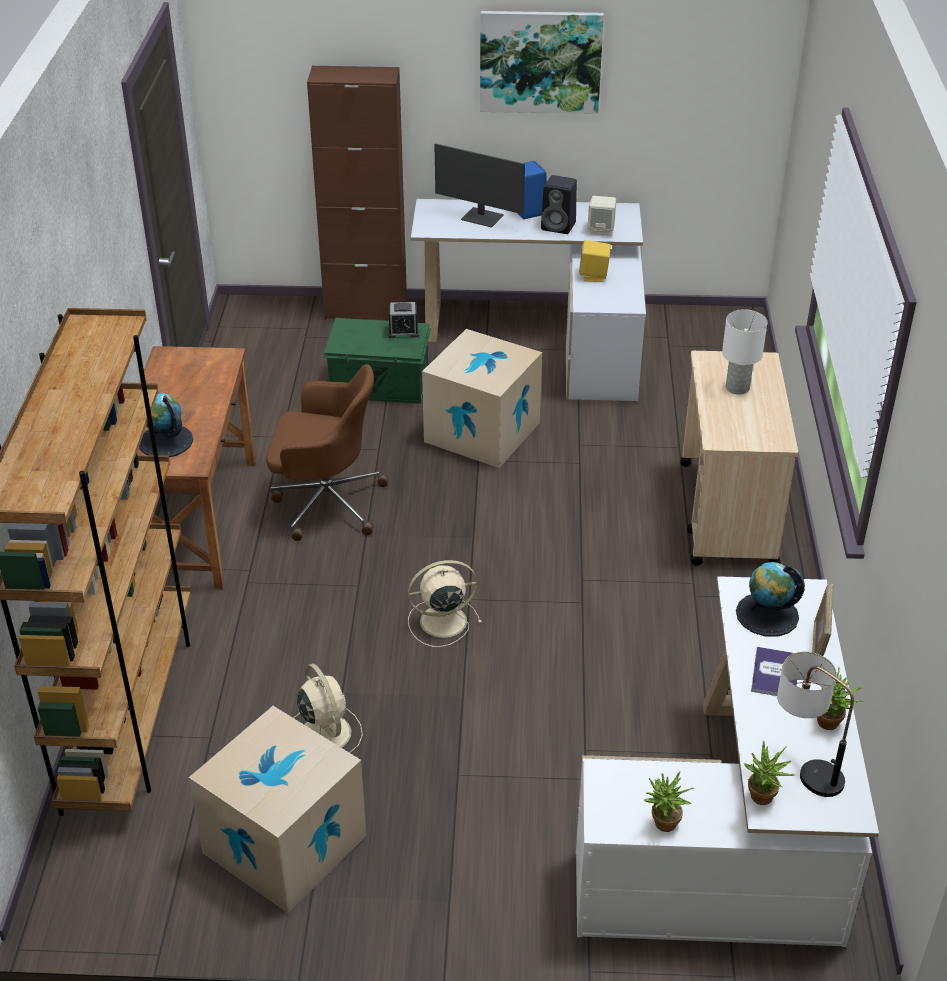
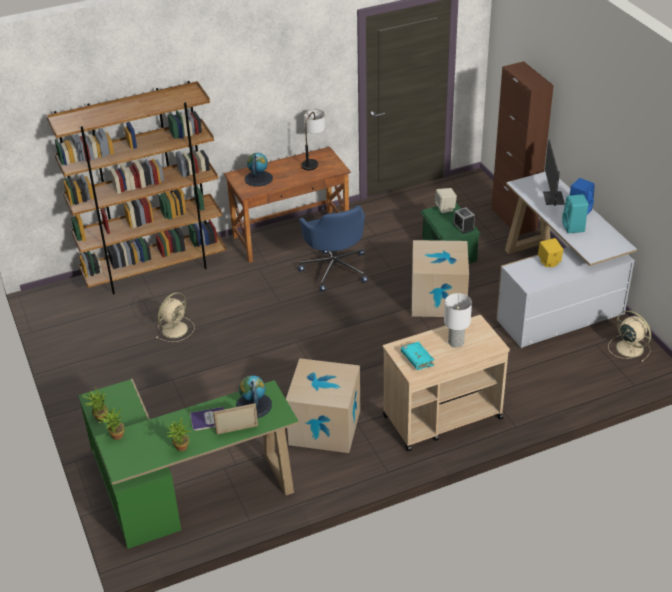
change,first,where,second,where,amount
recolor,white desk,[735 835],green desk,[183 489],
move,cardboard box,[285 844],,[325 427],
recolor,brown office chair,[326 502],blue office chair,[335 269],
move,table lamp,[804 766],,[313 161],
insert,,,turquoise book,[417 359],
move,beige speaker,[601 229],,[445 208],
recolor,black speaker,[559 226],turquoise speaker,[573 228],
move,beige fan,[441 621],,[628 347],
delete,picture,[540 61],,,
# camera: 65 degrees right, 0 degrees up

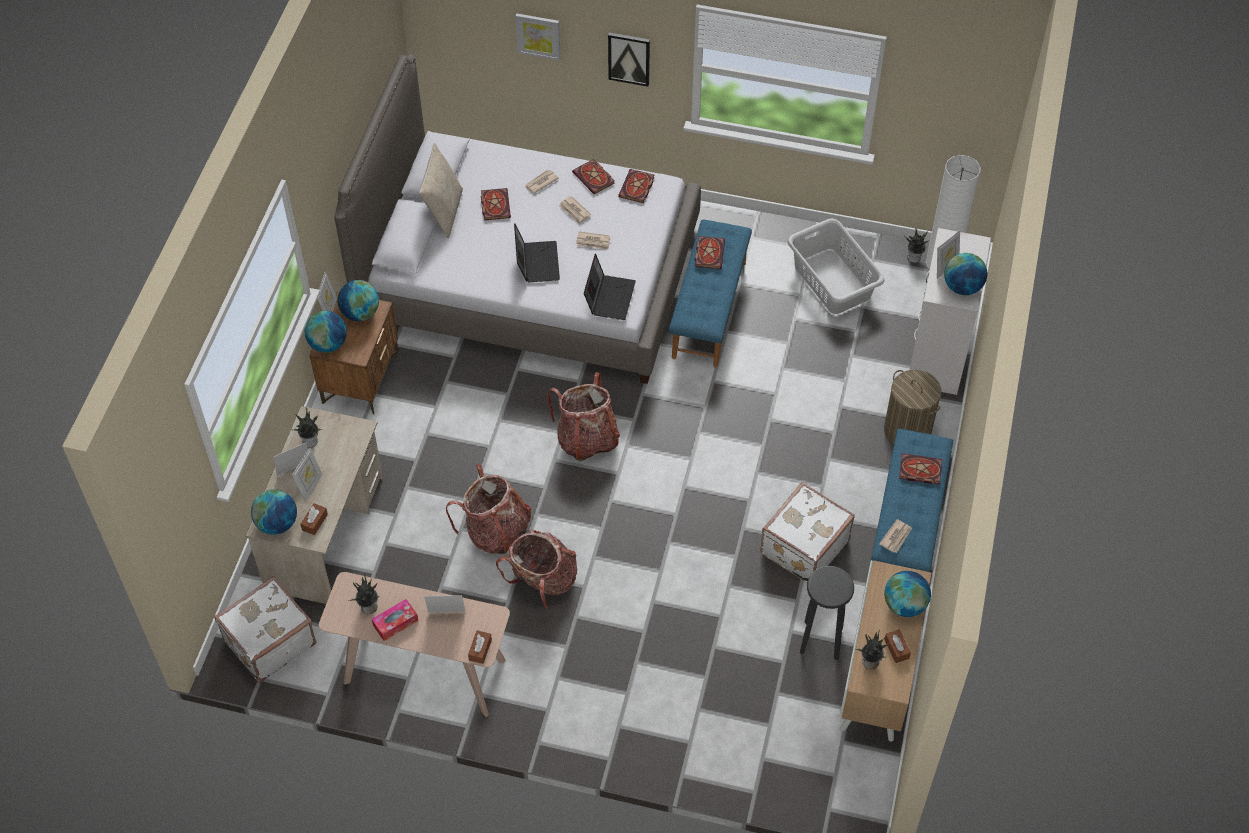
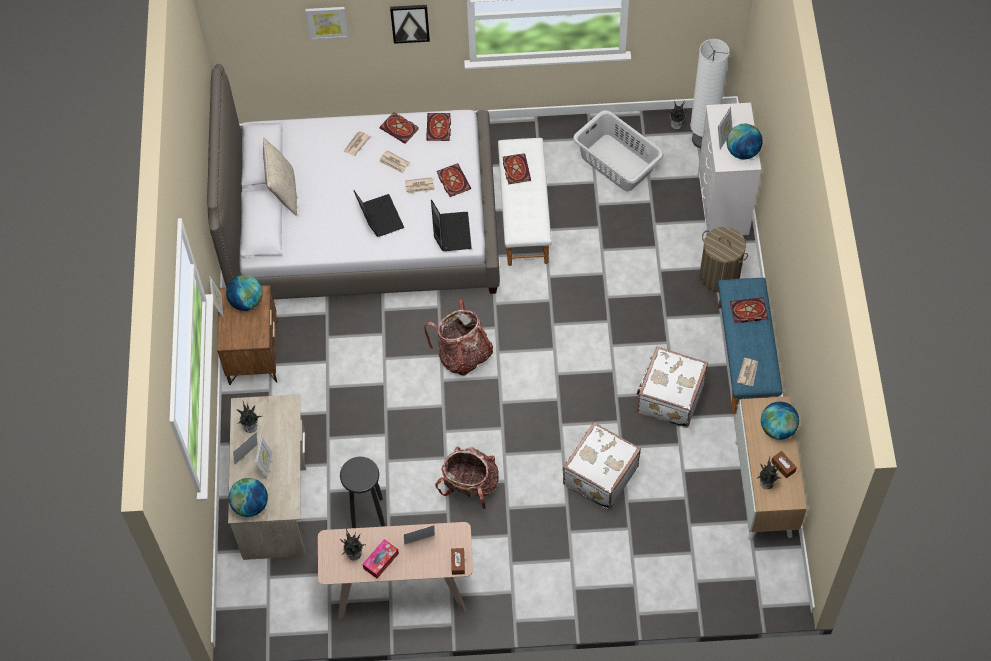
change,first,where,second,where,amount
move,black stool,[821 640],,[367 513],
move,book,[494 205],,[452 180],
recolor,blue bench,[708 309],white bench,[523 214],
move,white suitcase,[269 641],,[599 475],
delete,brown tissue box,[314 522],,,
delete,globe,[328 344],,,
delete,backpack,[495 531],,,
# camera: 15 degrees left, 5 degrees up

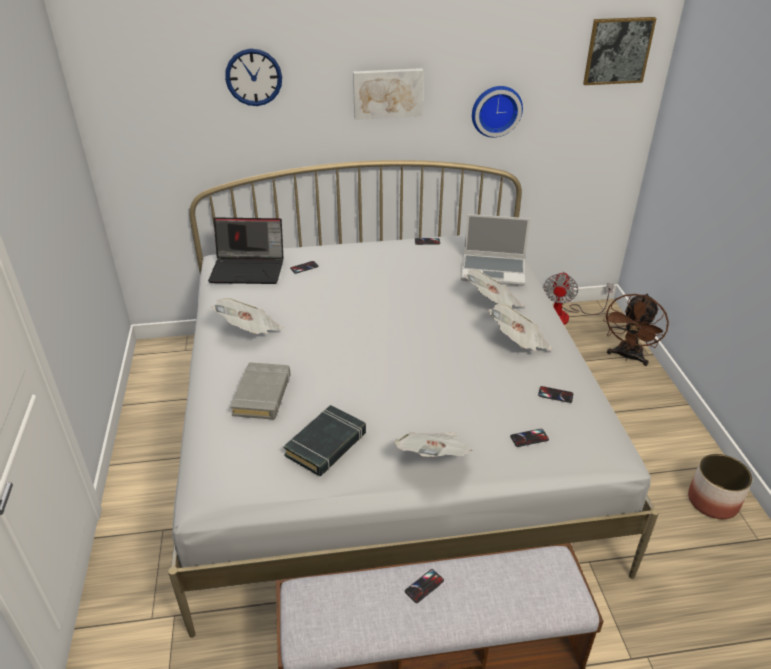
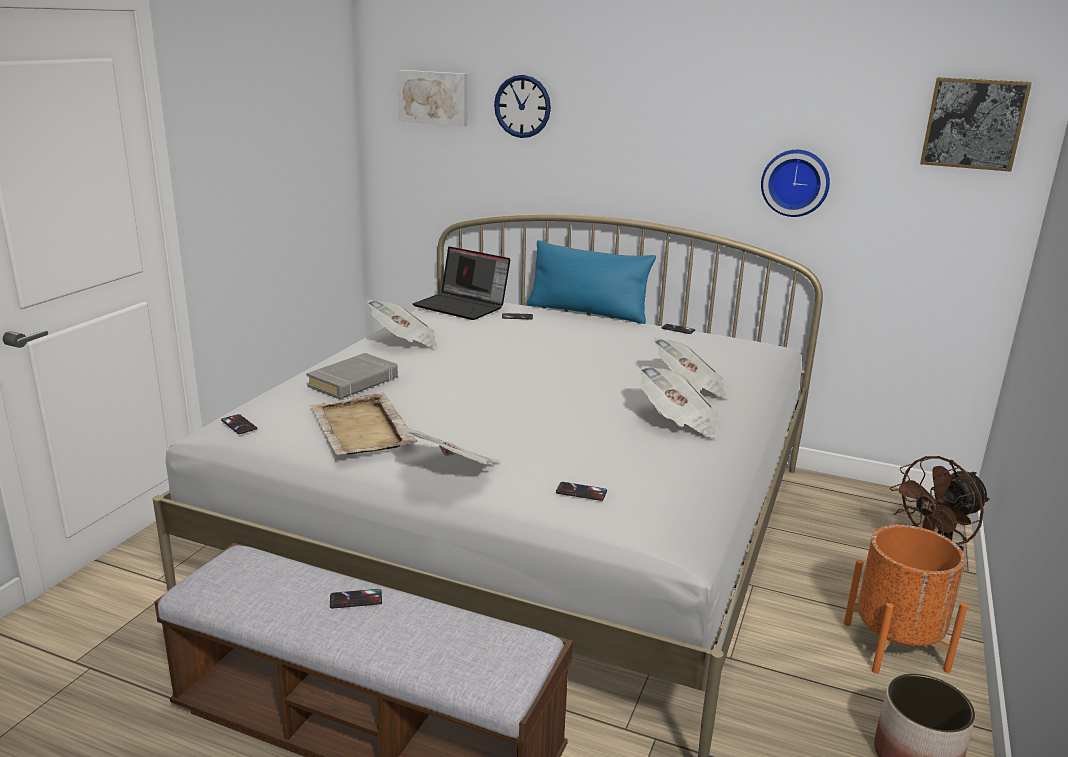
change,first,where,second,where,amount
move,phone,[555 394],,[239 424],
replace,black book,[326 444],beige tray,[362 429],
move,picture,[387 93],,[434 97],
insert,,,blue pillow,[587 312],
insert,,,orange planter,[895 646],
delete,laptop,[494 270],,,
delete,fan,[564 316],,,
# camera: 30 degrees right, 15 degrees down

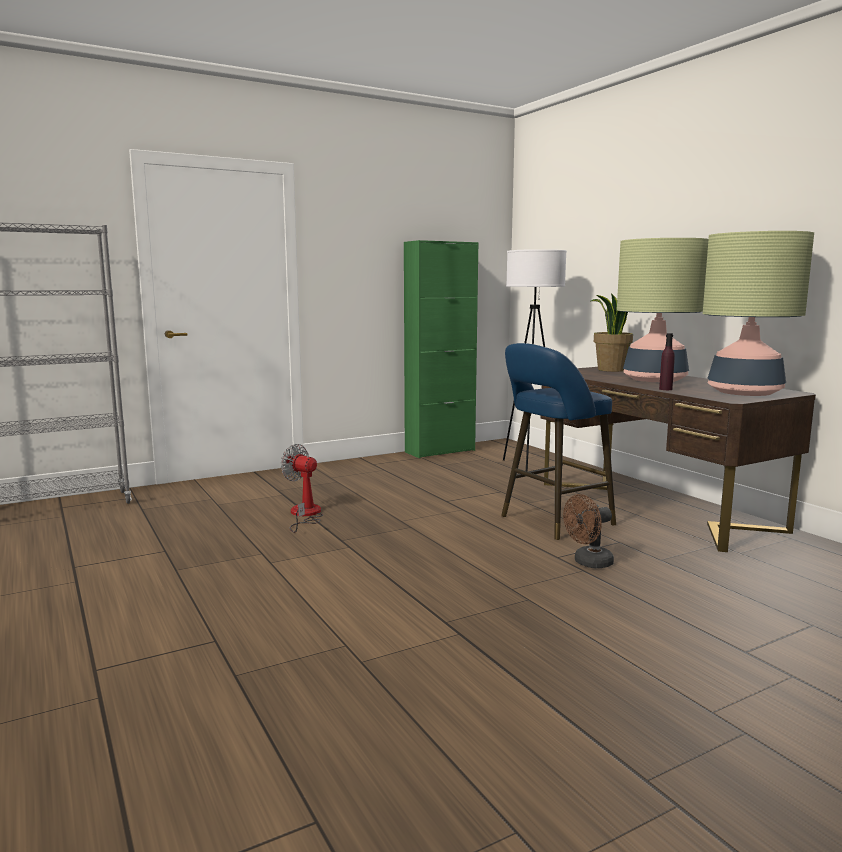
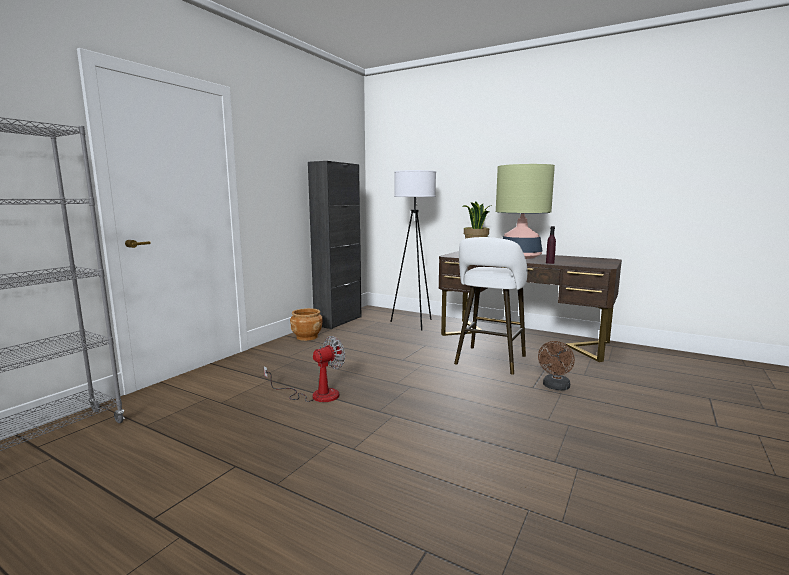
change,first,where,second,where,amount
rotate,fan,[304 515],,[315 395],135 degrees clockwise
insert,,,brown planter,[307 337],
recolor,green cabinet,[440 451],black cabinet,[338 321],
recolor,blue stool,[552 521],white stool,[489 361],
delete,table lamp,[744 392],,,
# camera: 30 degrees left, 0 degrees up

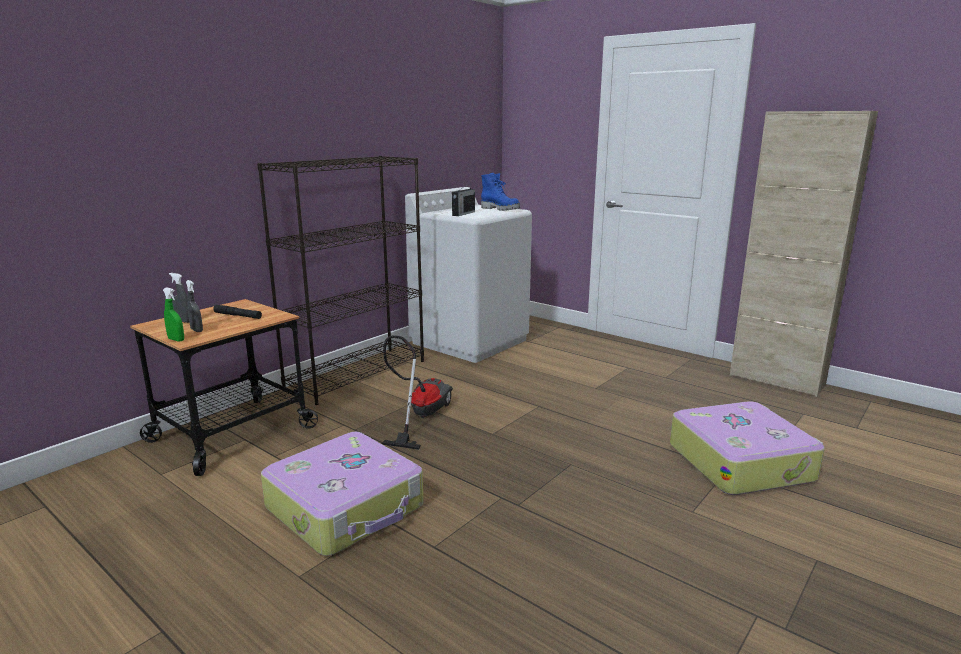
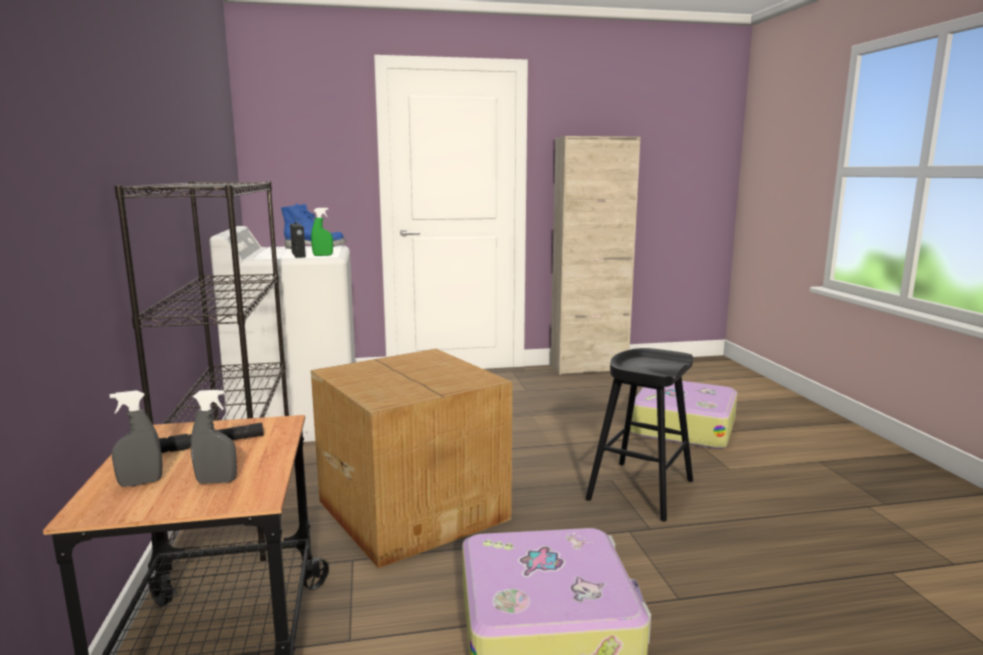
change,first,where,second,where,amount
move,green spray bottle,[176 340],,[323 255],
replace,vacuum cleaner,[419 416],cardboard box,[413 508],
insert,,,black stool,[640 490],
# camera: 50 degrees left, 5 degrees down

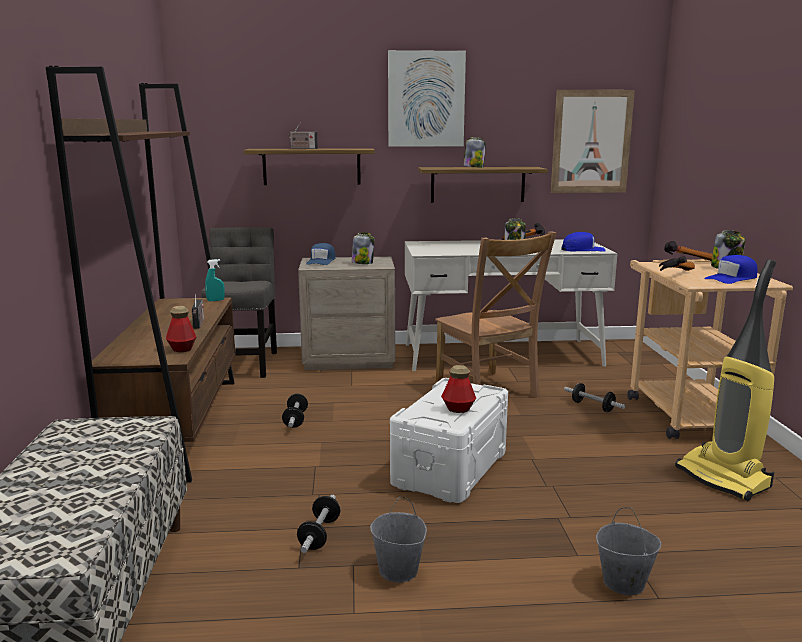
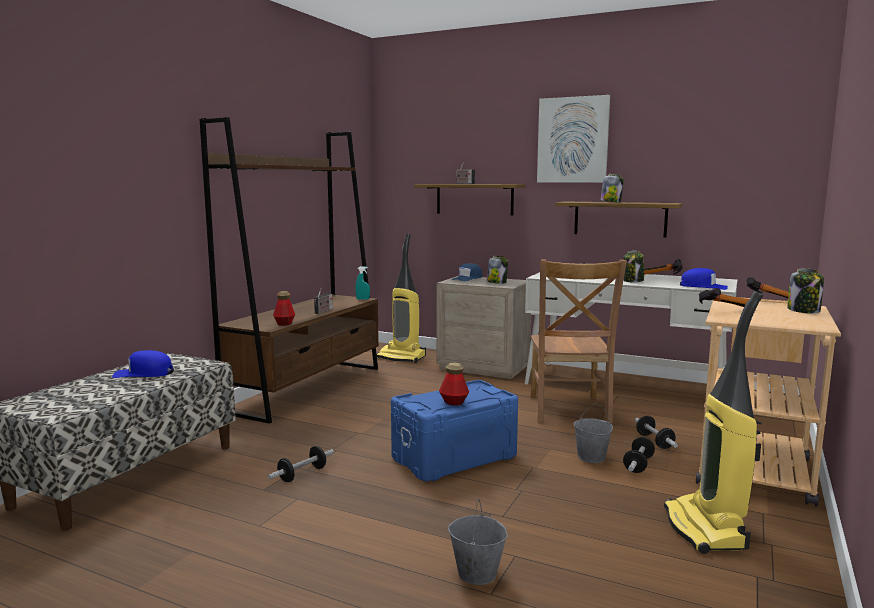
change,first,where,second,where,amount
move,blue cap,[732 278],,[144 373],
replace,grey chair,[244 363],vacuum cleaner,[402 357],
recolor,white storage box,[449 468],blue storage box,[453 457],
move,grey bucket,[399 571],,[591 457],
move,dumbbell,[295 420],,[638 465],
delete,picture,[591 142],,,
# camera: 30 degrees right, 5 degrees down

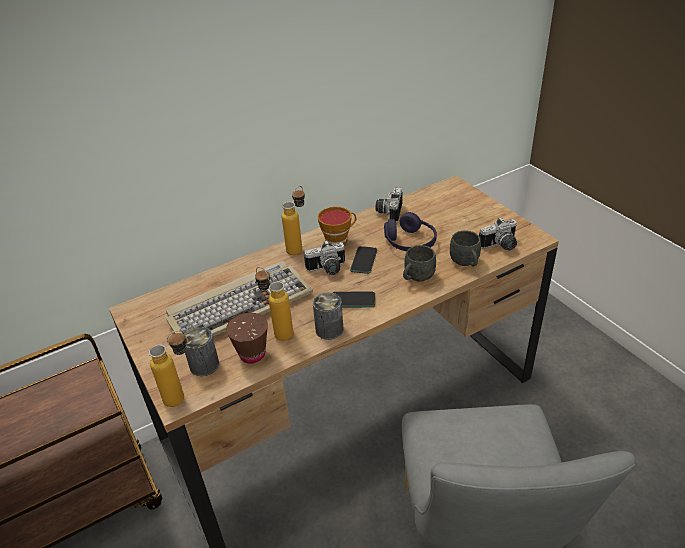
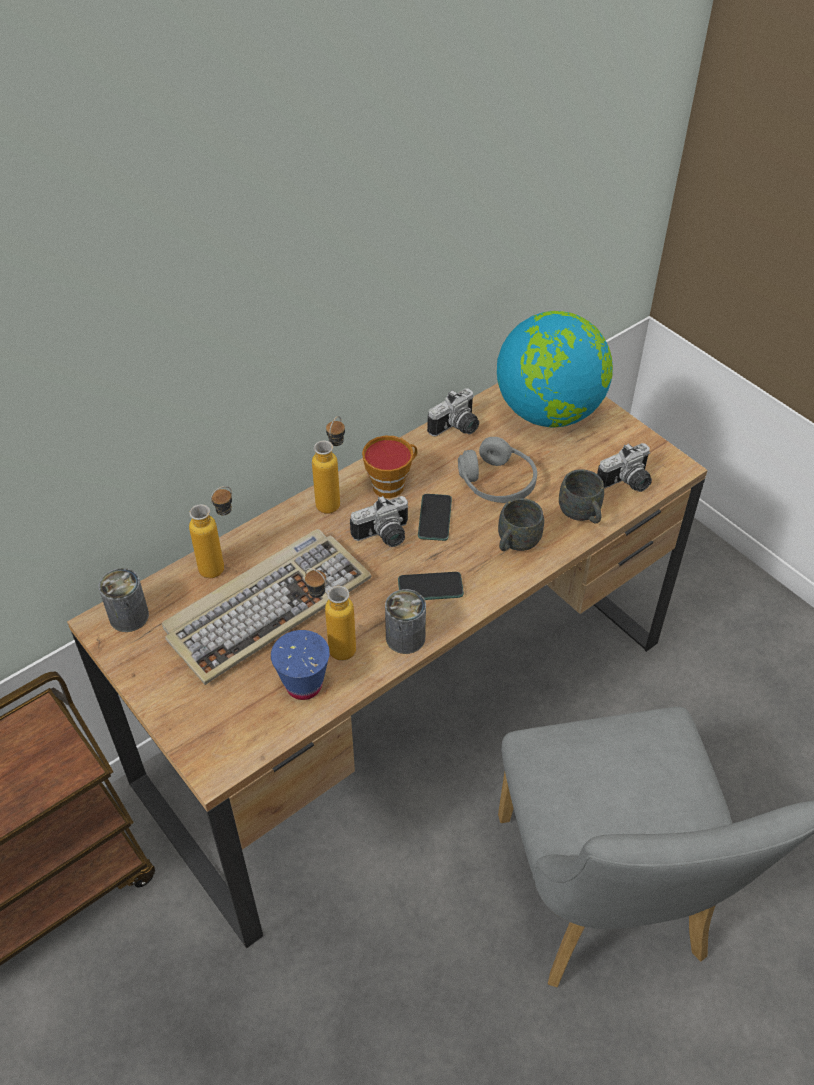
change,first,where,second,where,amount
move,can,[204 365],,[129 616],
move,bottle,[182 396],,[221 565],
recolor,brown cup,[252 354],blue cup,[304 685],
rotate,photo camera,[388 212],,[457 428],135 degrees counterclockwise
recolor,purple headphones,[410 242],grey headphones,[497 483],
insert,,,globe,[549 412],
# camera: 10 degrees left, 10 degrees up

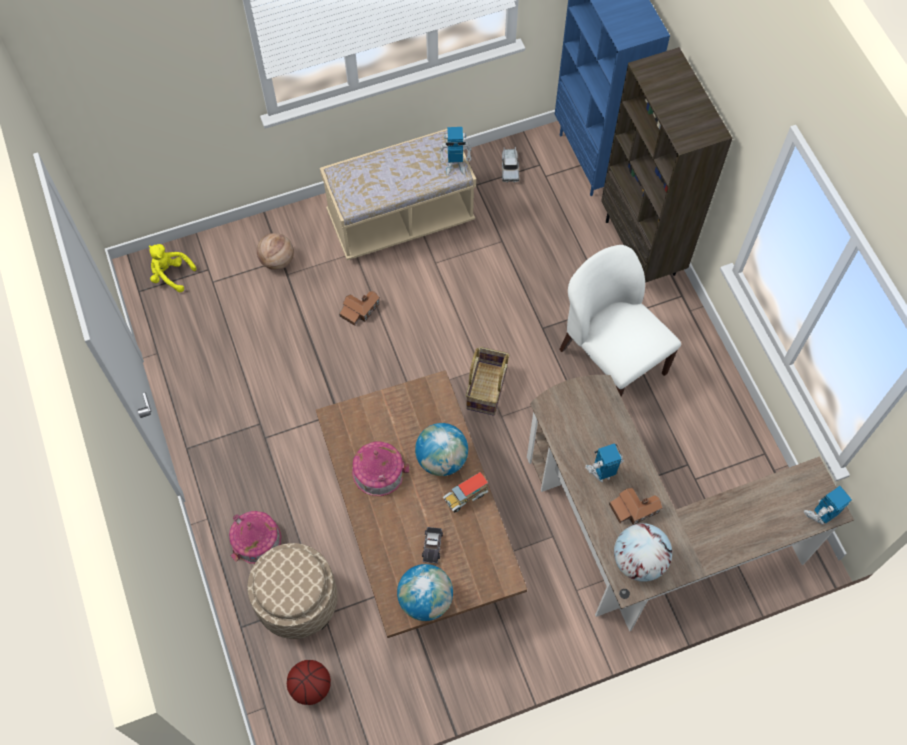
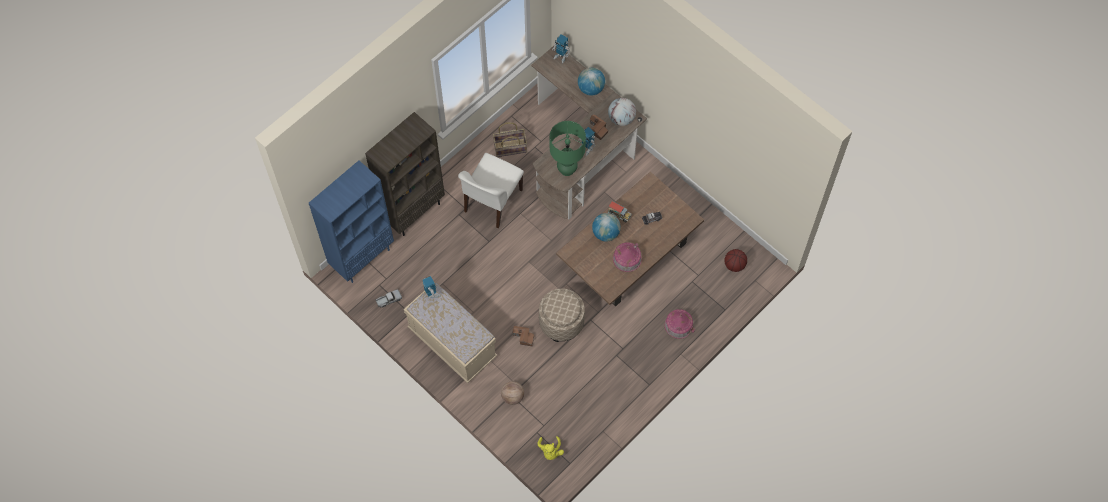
change,first,where,second,where,amount
move,basket,[487 389],,[510 147],
move,beige ottoman,[297 601],,[561 322],
insert,,,green table lamp,[567 169],
move,globe,[425 599],,[591 88],
# camera: 115 degrees left, 0 degrees up

